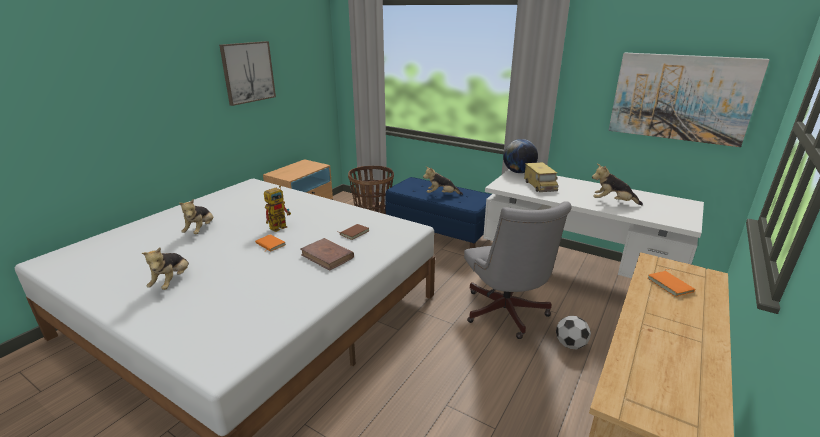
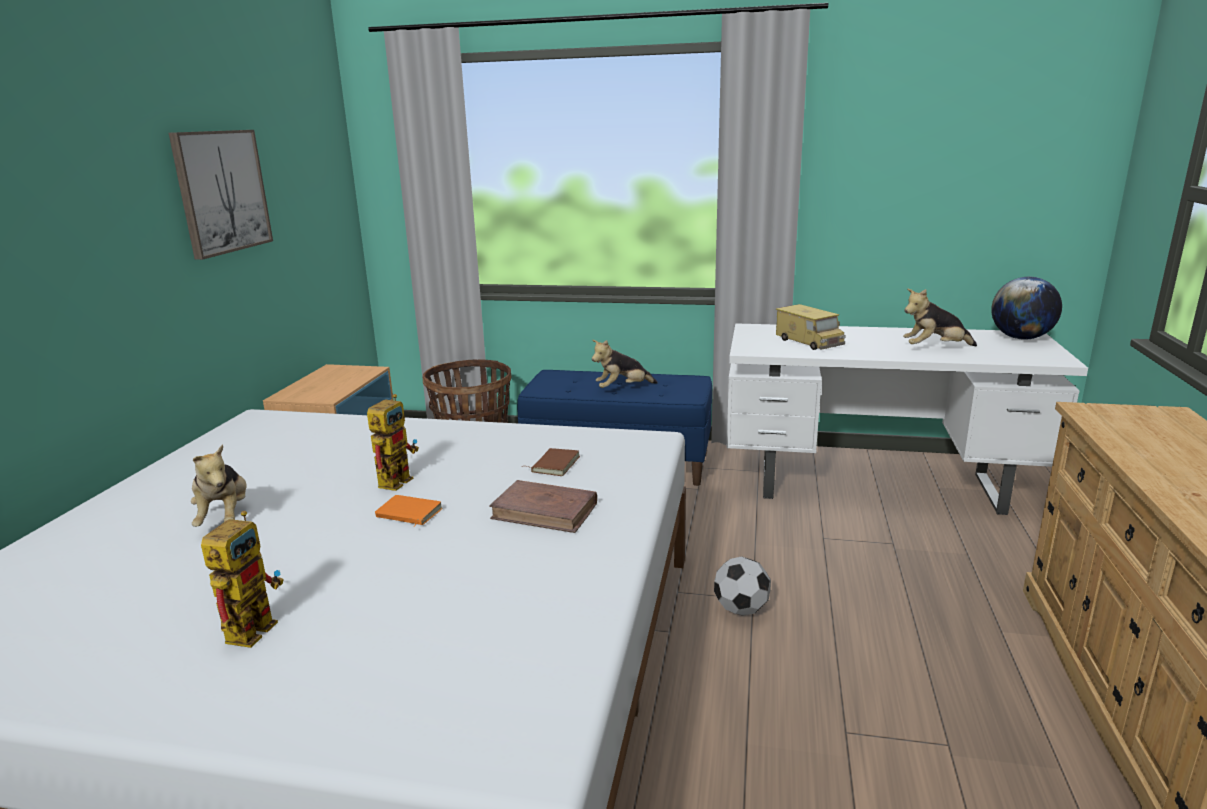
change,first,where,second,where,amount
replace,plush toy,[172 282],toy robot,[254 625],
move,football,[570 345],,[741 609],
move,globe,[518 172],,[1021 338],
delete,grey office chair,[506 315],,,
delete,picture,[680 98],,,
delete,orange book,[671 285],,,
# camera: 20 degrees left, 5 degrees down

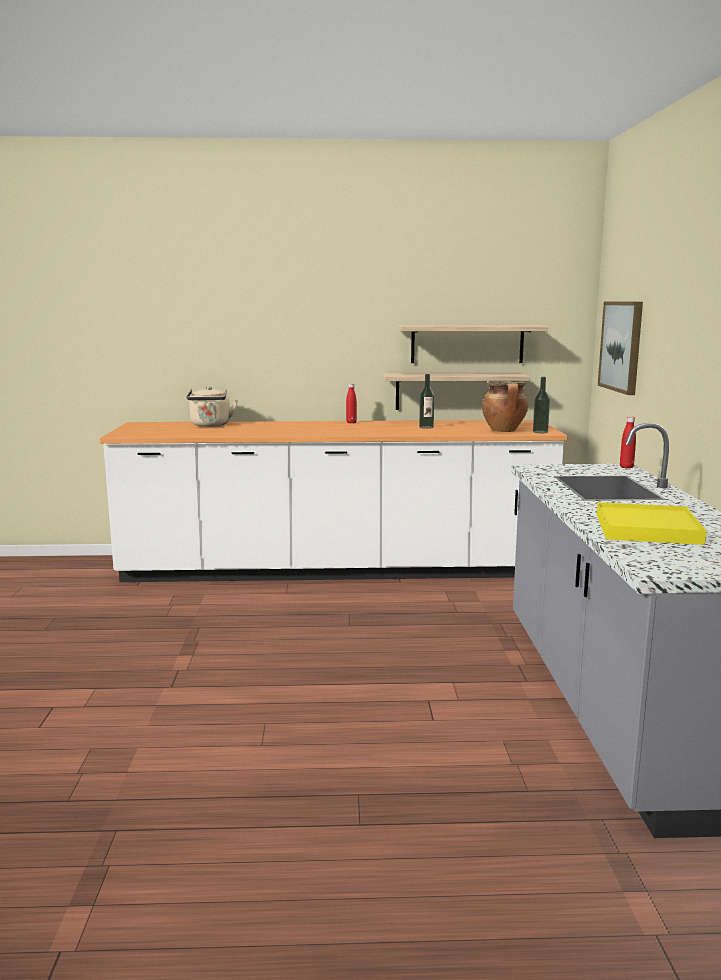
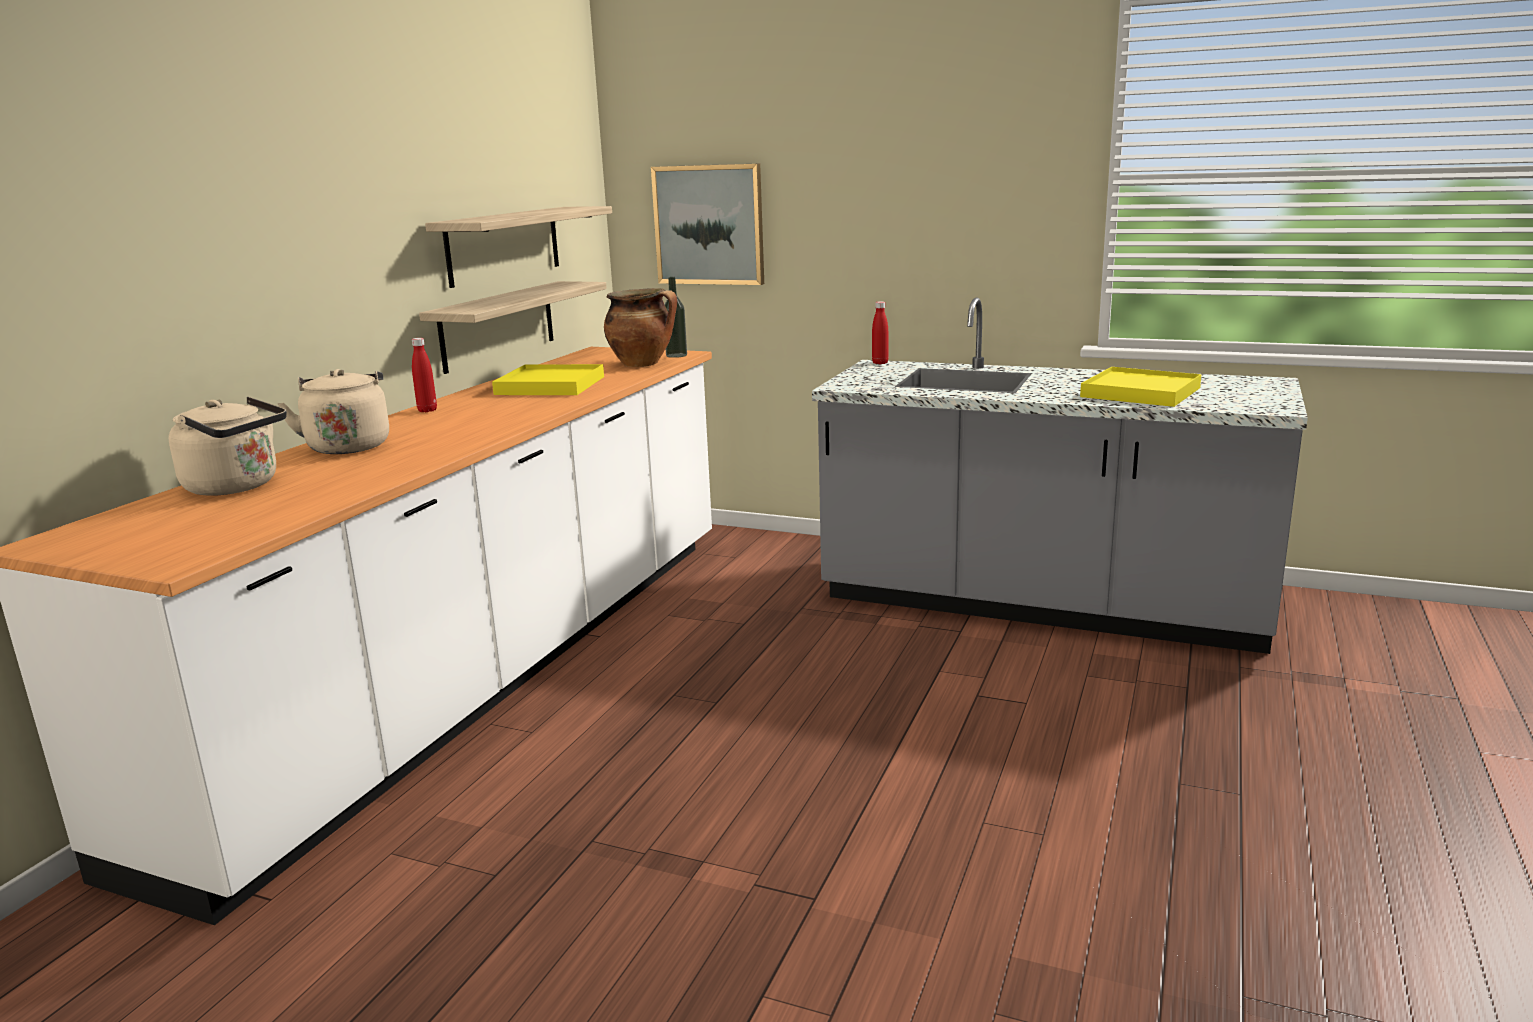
change,first,where,second,where,amount
insert,,,beige kettle,[348 446],
replace,bottle,[426 427],yellow tray,[550 385],
# camera: 65 degrees left, 5 degrees up

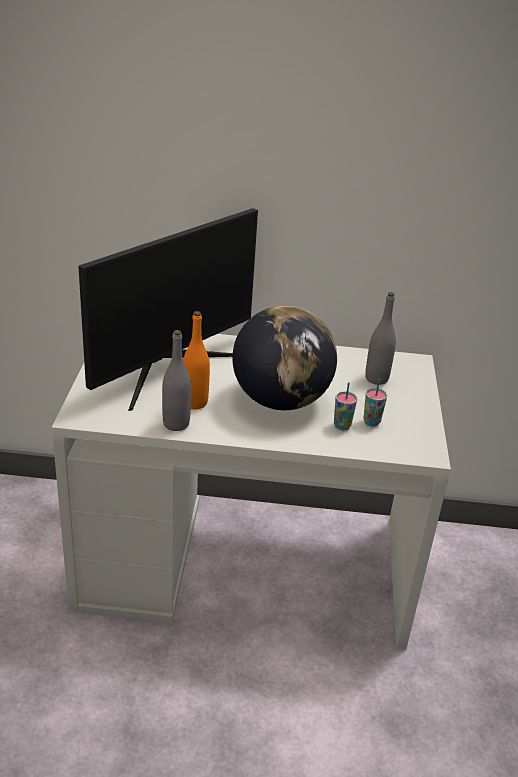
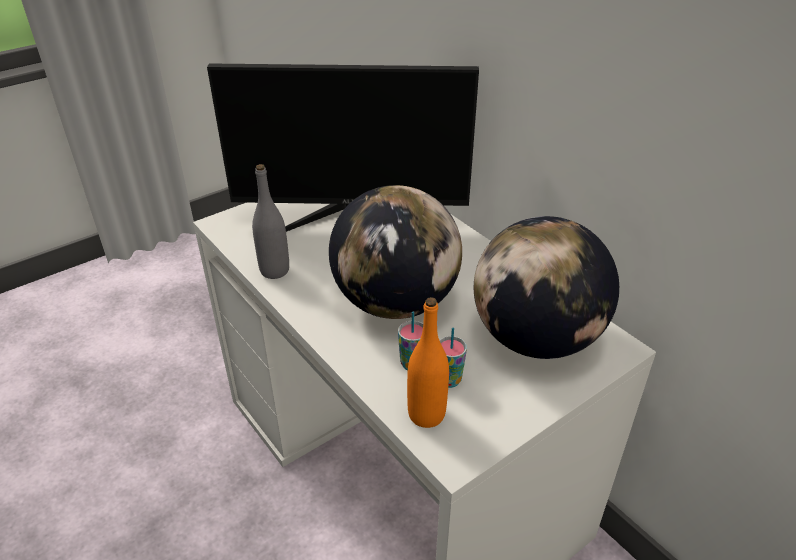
change,first,where,second,where,amount
move,orange bottle,[195 403],,[426 414],
replace,grey bottle,[376 379],globe,[535 338],
# camera: 50 degrees right, 5 degrees up

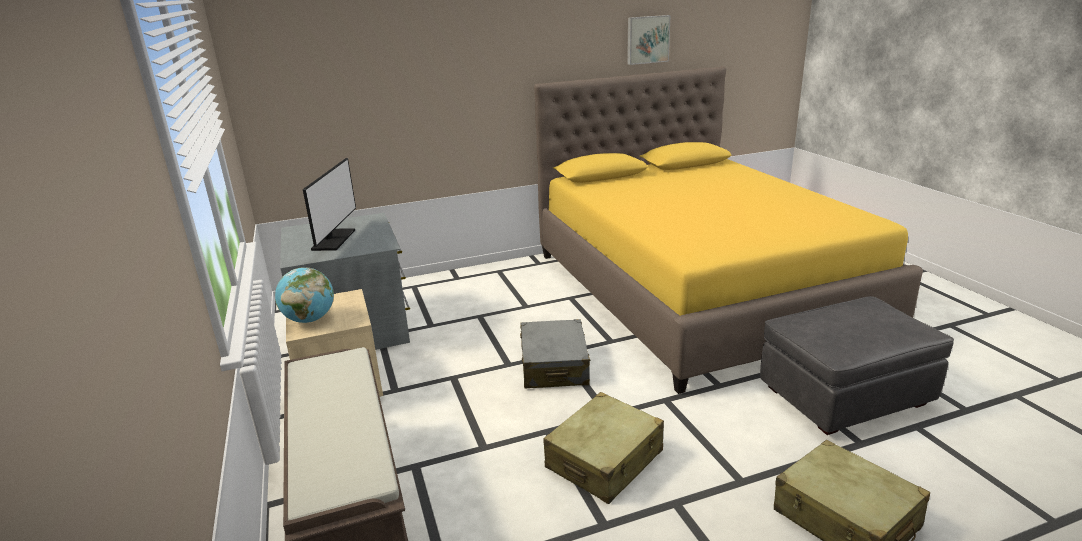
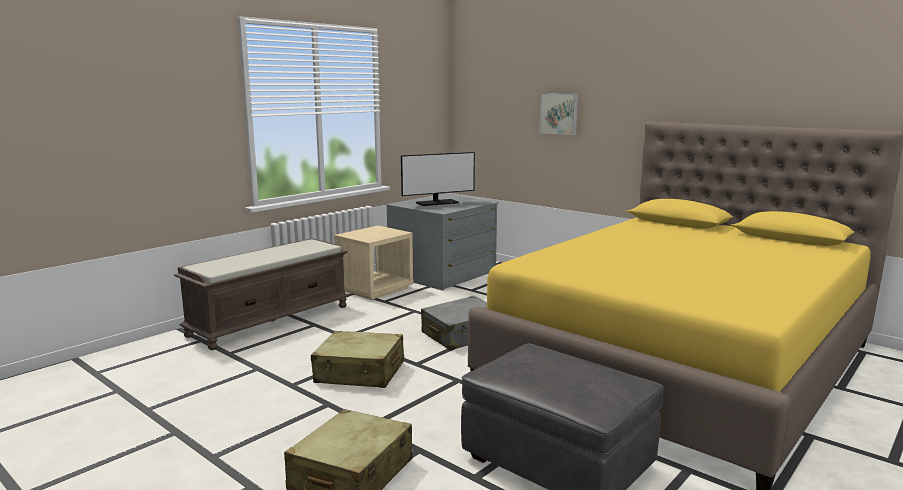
change,first,where,second,where,amount
move,picture,[647 39],,[559 113],
delete,globe,[309 319],,,
# camera: 60 degrees right, 10 degrees down

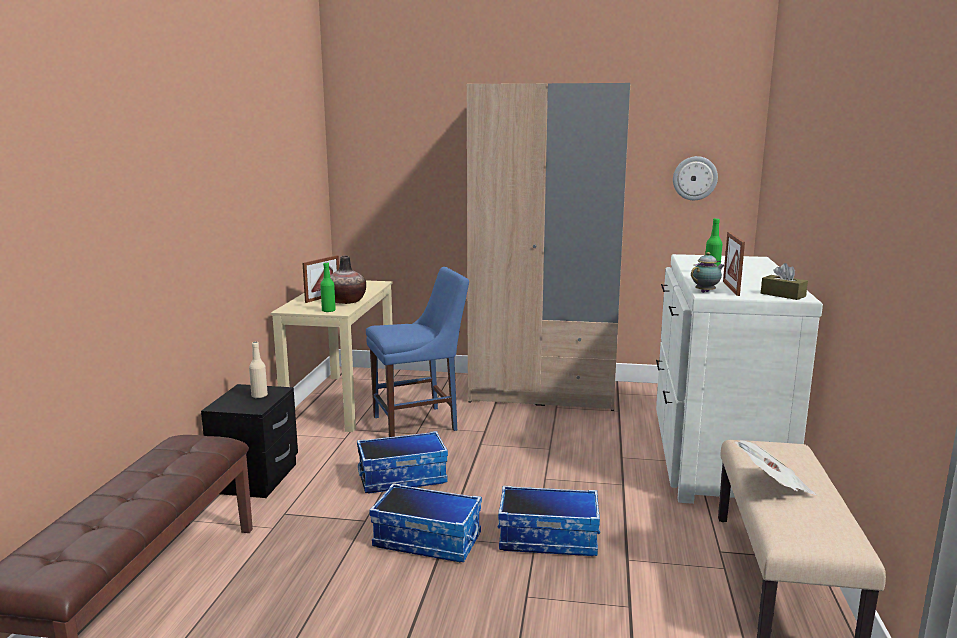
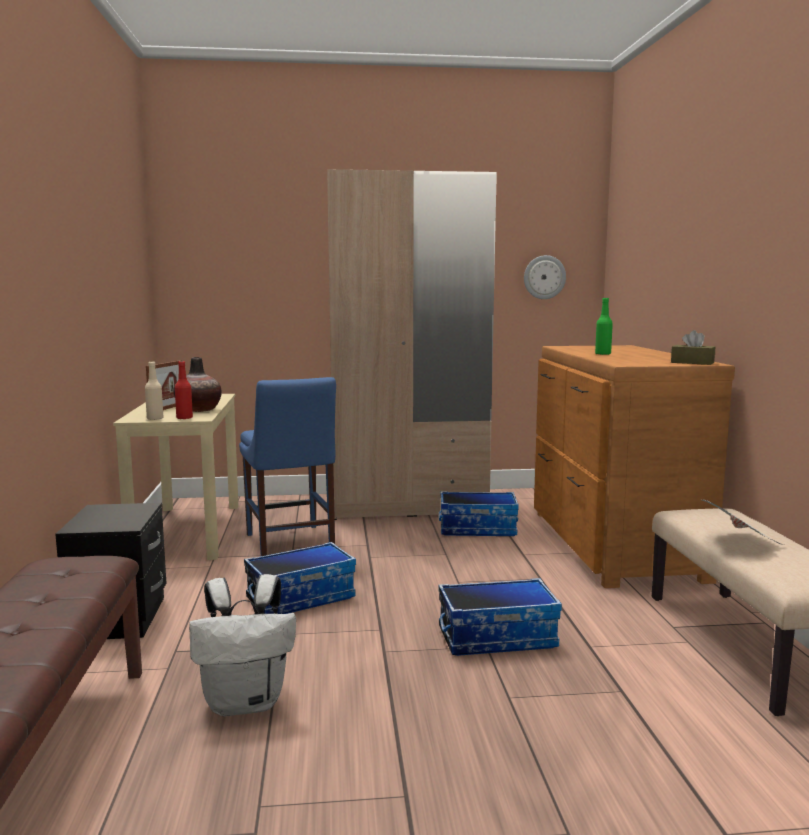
change,first,where,second,where,amount
move,beige bottle,[259 396],,[155 419],
recolor,green bottle,[328 311],red bottle,[184 418],
insert,,,white backpack,[246 702],
rotate,blue chair,[419 423],,[290 543],105 degrees clockwise
move,storage box,[428 540],,[478 529],
recolor,white dresser,[714 456],brown dresser,[611 545],
delete,teapot,[706 292],,,
delete,picture frame,[731 288],,,
# camera: 15 degrees left, 5 degrees down

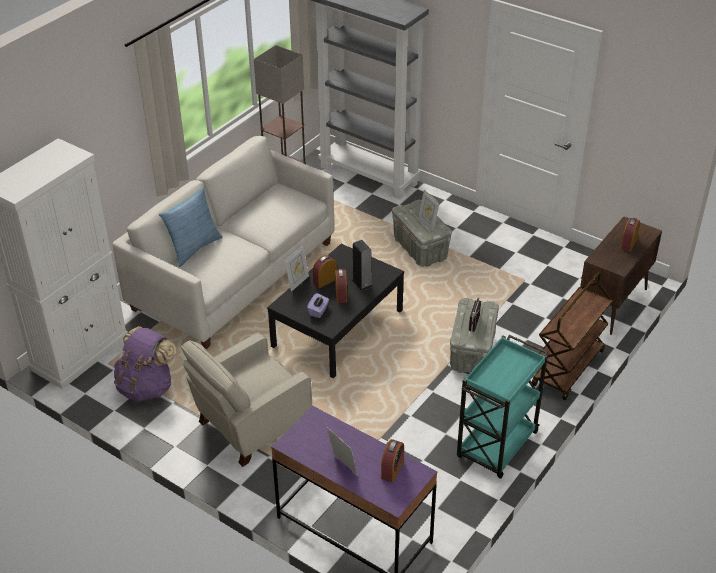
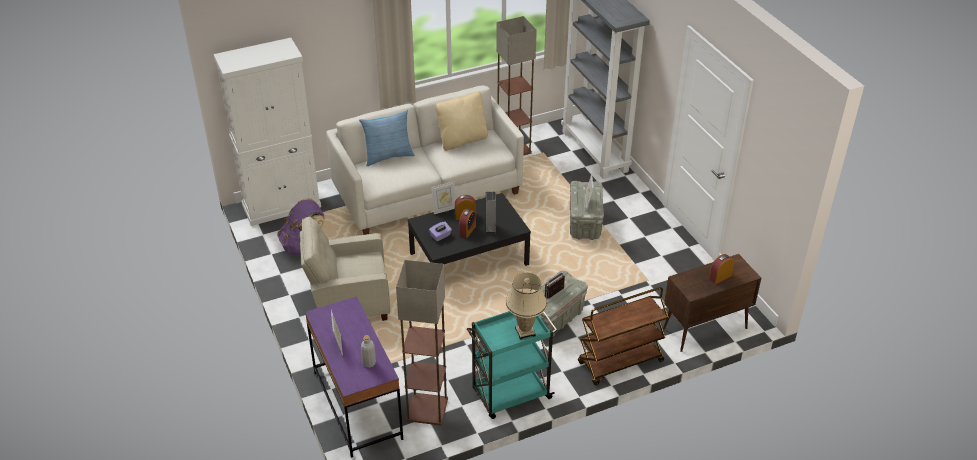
change,first,where,second,where,amount
replace,alarm clock,[392 469],grey bottle,[369 363],
insert,,,floor lamp,[426 410],
insert,,,beige pillow,[462 140],
insert,,,beige table lamp,[525 332],
# camera: 30 degrees right, 0 degrees up

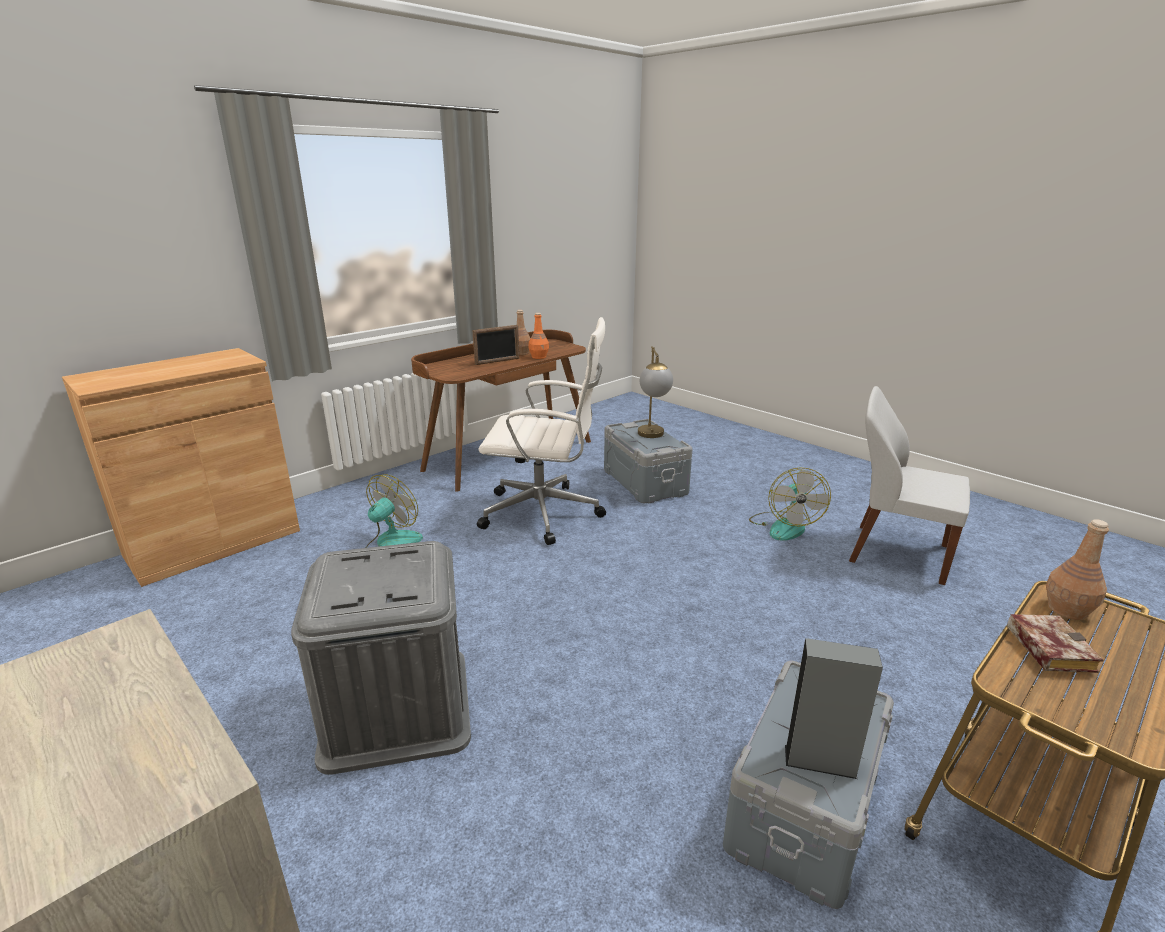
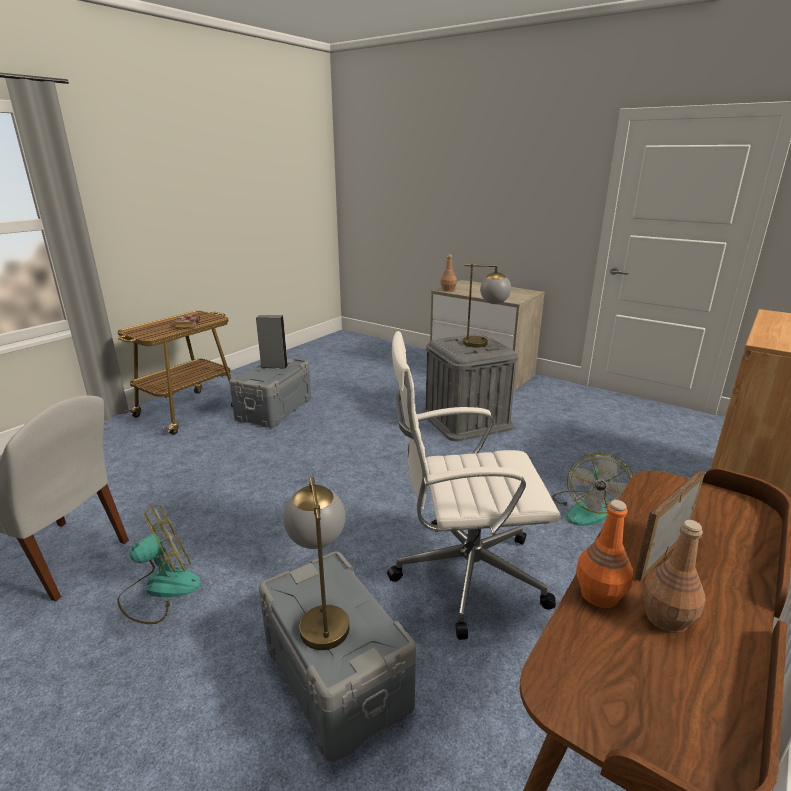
change,first,where,second,where,amount
rotate,fan,[784 526],,[160 589],60 degrees clockwise
move,brown bottle,[1066 610],,[448 290],
insert,,,table lamp,[484 343],
# camera: 170 degrees right, 0 degrees up

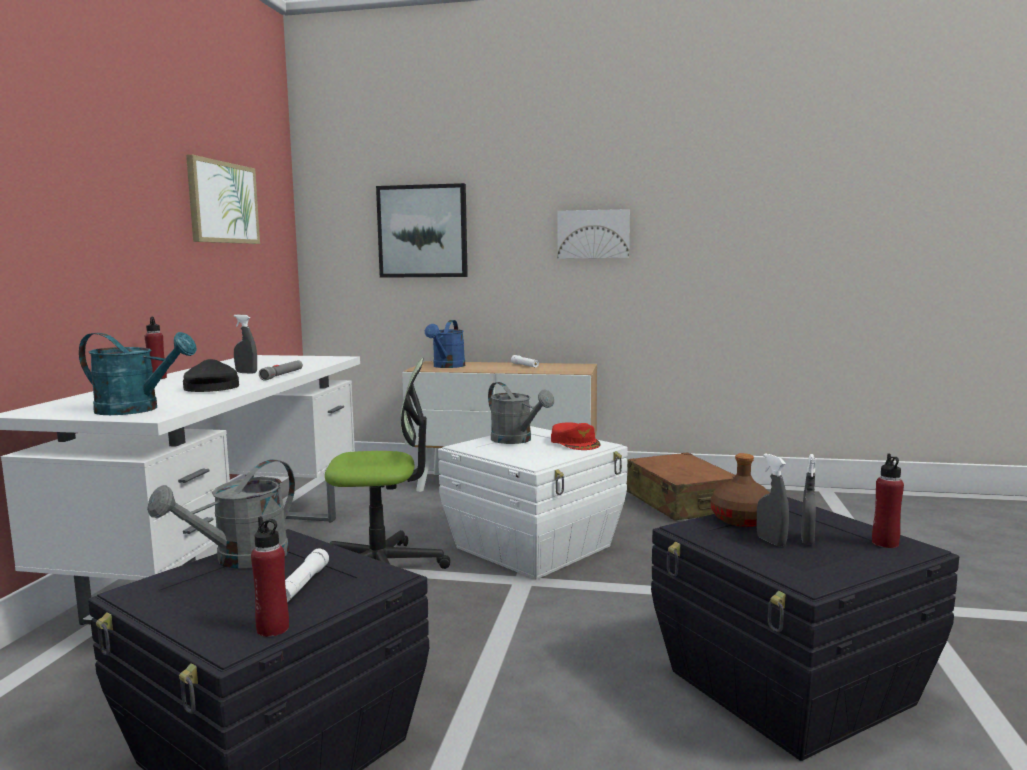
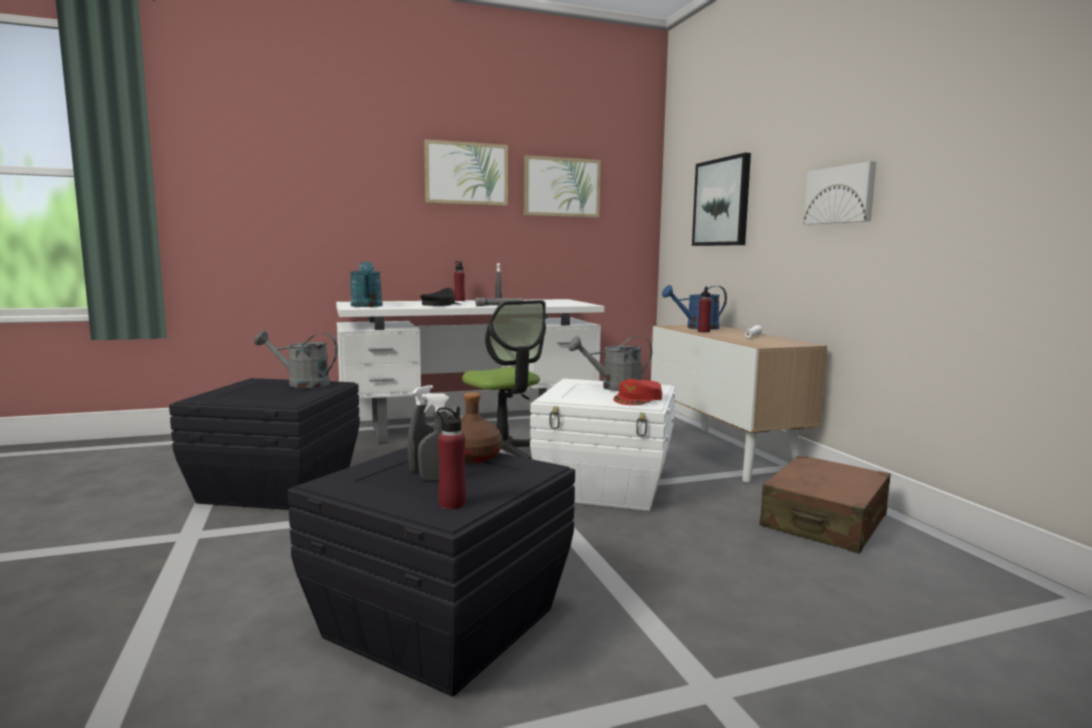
change,first,where,second,where,amount
insert,,,picture,[466 173],
rotate,grey watering can,[517 440],,[614 387],60 degrees clockwise
move,red bottle,[273 629],,[703 331],
delete,white flashlight,[302 585],,,
# camera: 60 degrees right, 0 degrees up

